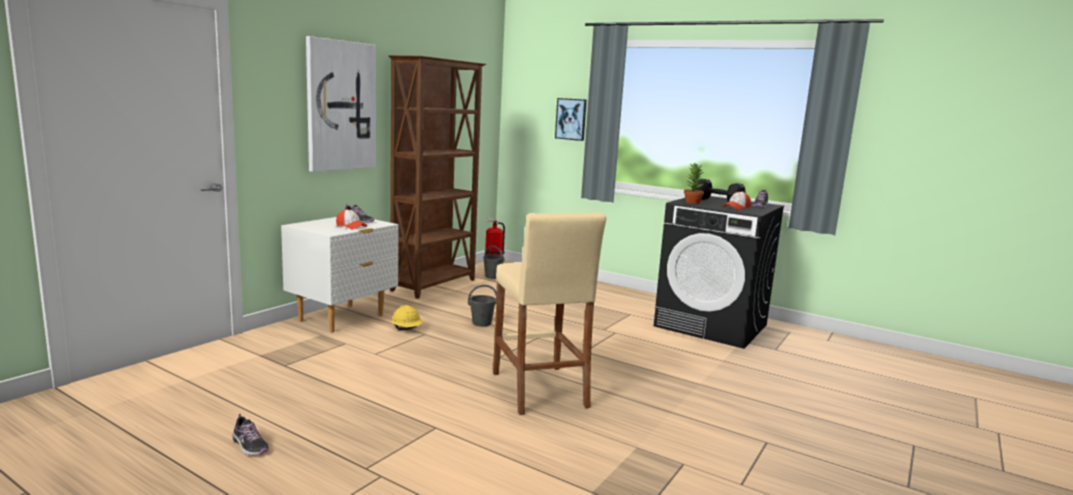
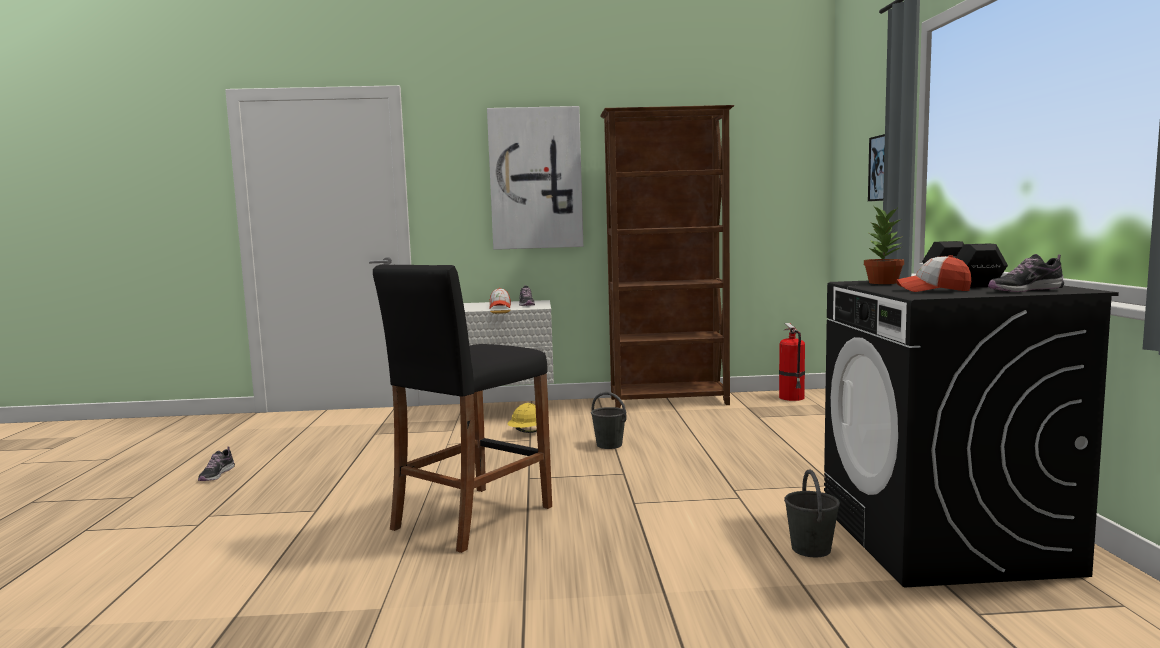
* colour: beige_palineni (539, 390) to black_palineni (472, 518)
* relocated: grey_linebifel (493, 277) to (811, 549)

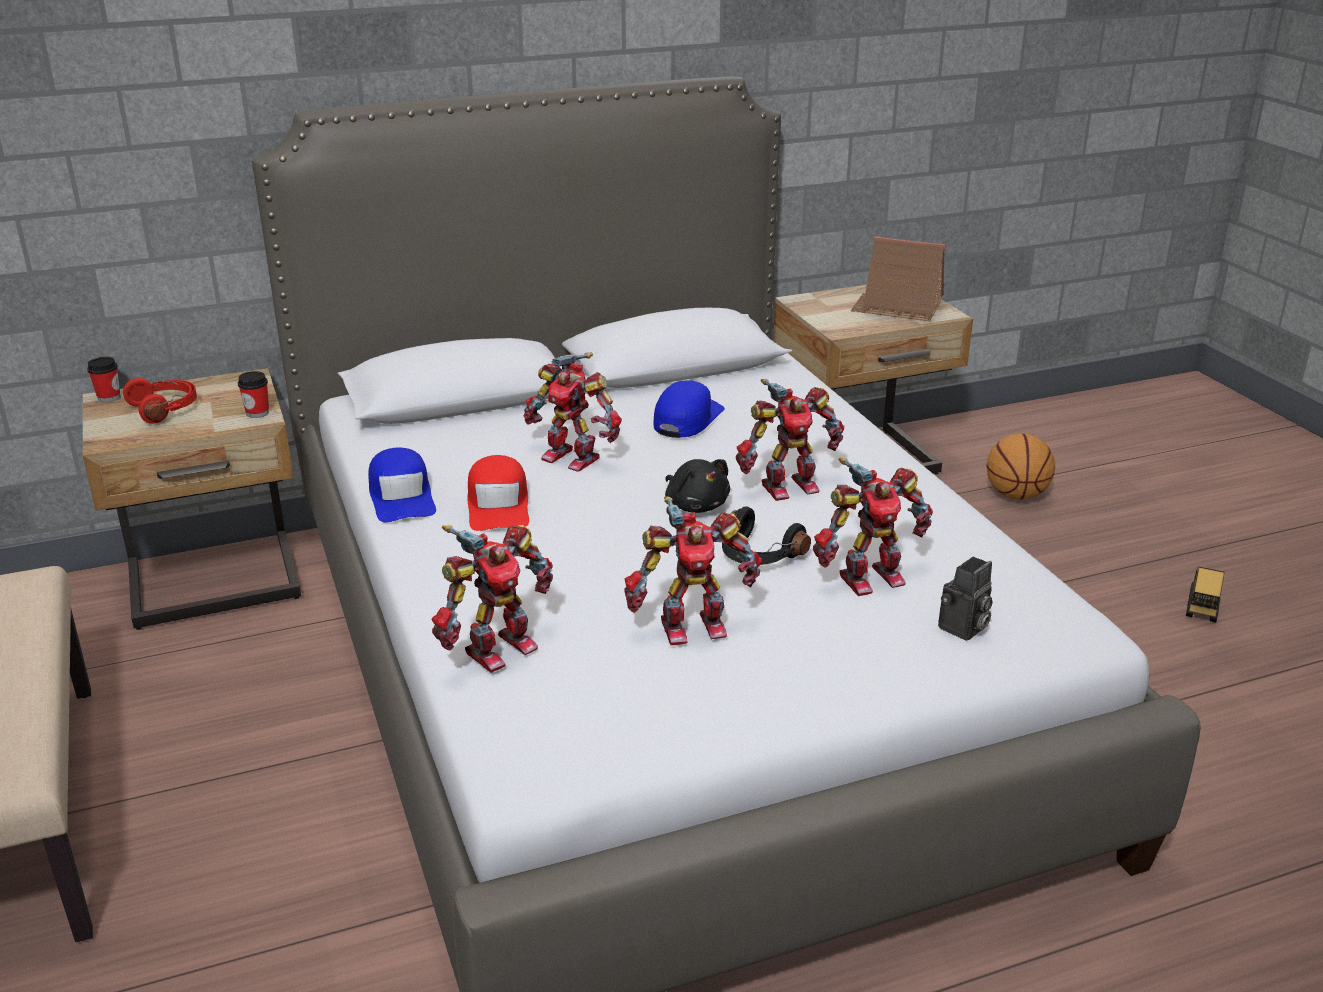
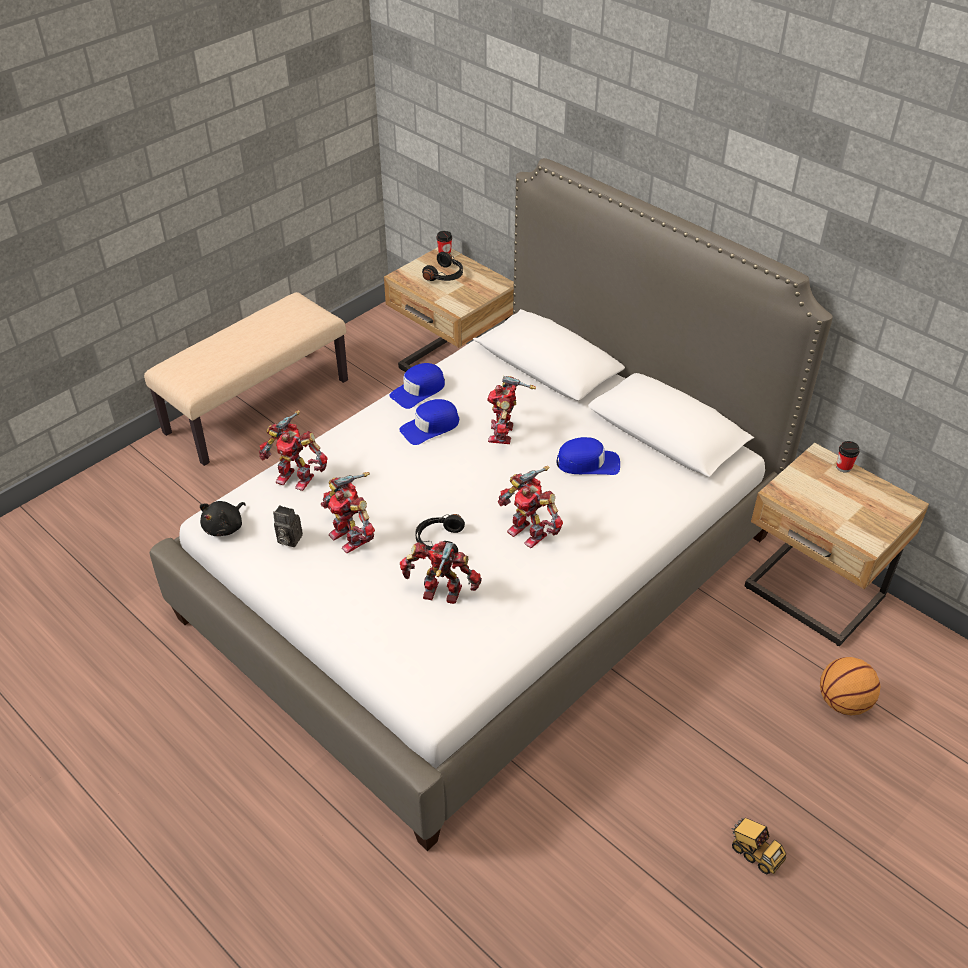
* missing: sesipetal (897, 308)
* relocated: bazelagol (257, 413) to (843, 467)
* colour: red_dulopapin (165, 409) to black_dulopapin (445, 275)
* colour: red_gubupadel (498, 505) to blue_gubupadel (430, 427)
* spun: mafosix (868, 577) = (442, 595) 150 degrees clockwise
* relocated: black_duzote (695, 505) to (225, 527)
* relocated: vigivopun (963, 629) to (288, 539)
* spun: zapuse (1202, 609) = (754, 853) 45 degrees clockwise

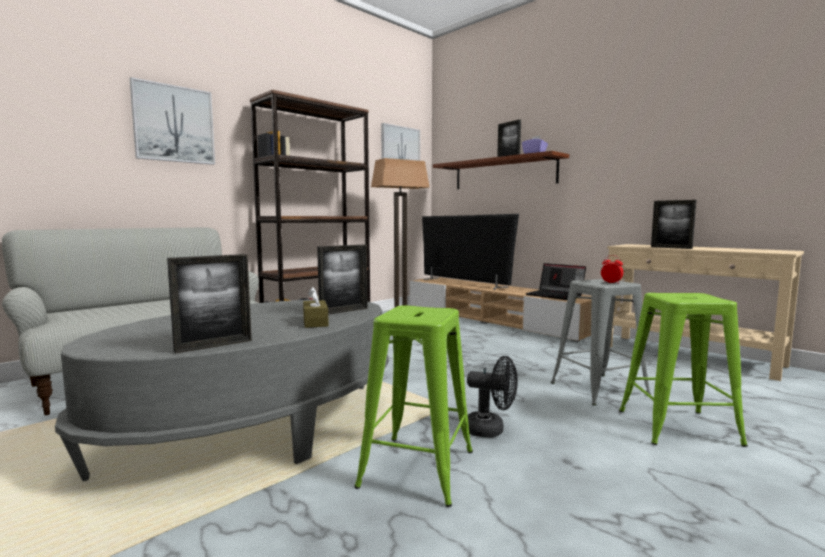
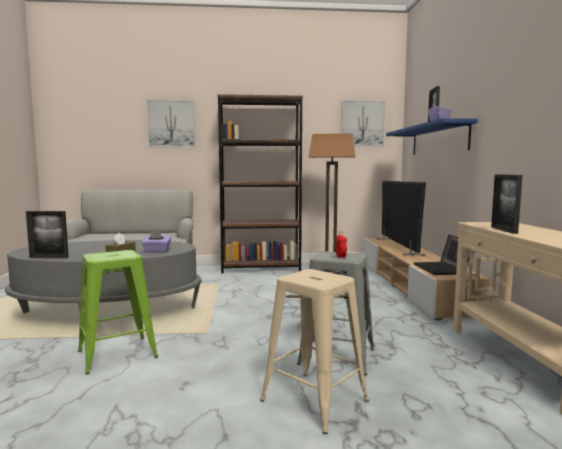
* colour: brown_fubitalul (503, 173) to blue_fubitalul (438, 140)
* exchanged: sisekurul (344, 311) to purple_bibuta (156, 251)
* colour: green_palineni (679, 427) to beige_palineni (314, 401)
* missing: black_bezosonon (490, 430)

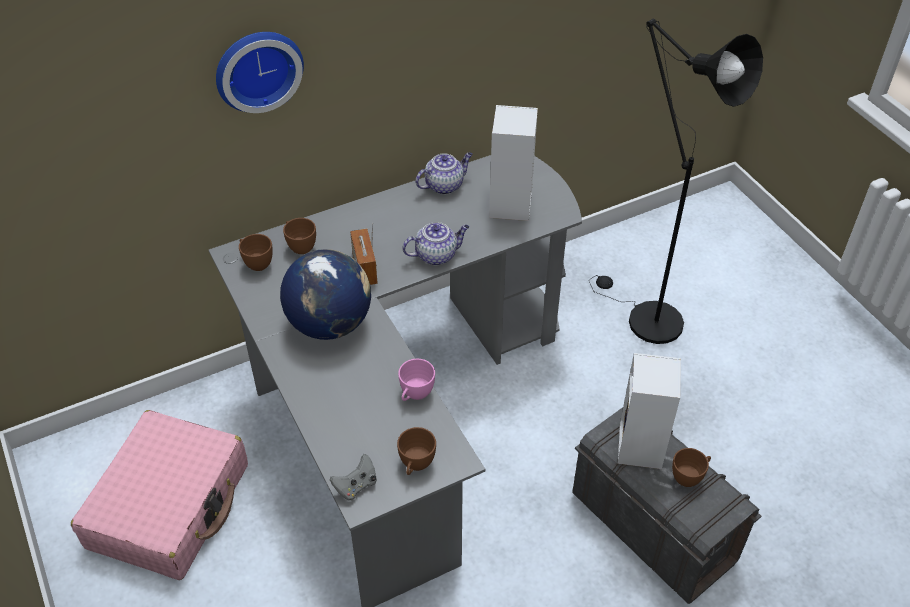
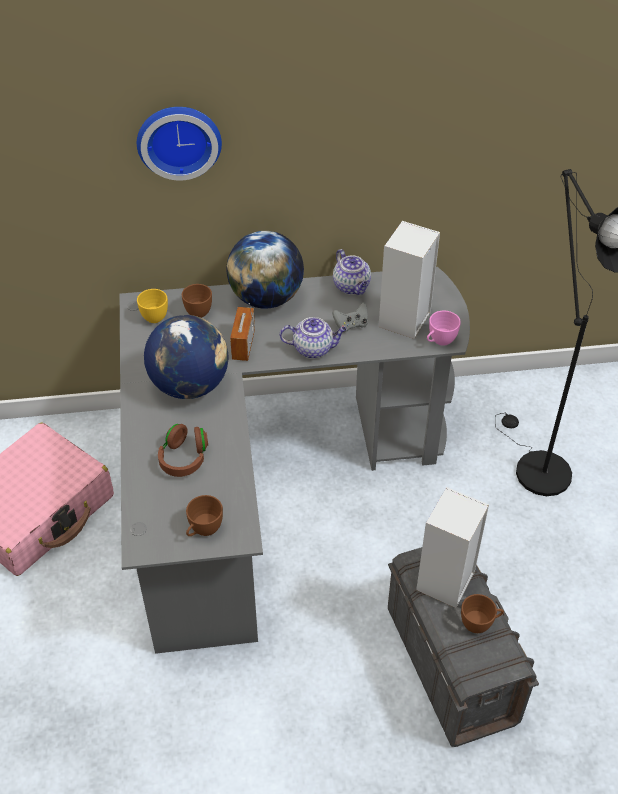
* spun: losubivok (444, 185) = (352, 287) 75 degrees clockwise
* colour: brown_bazelagol (256, 262) to yellow_bazelagol (153, 315)
* relocated: pink_bazelagol (415, 395) to (439, 341)
* relocated: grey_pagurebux (356, 486) to (351, 325)
* appeared: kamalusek (266, 298)
* appeared: brown_dulopapin (184, 459)

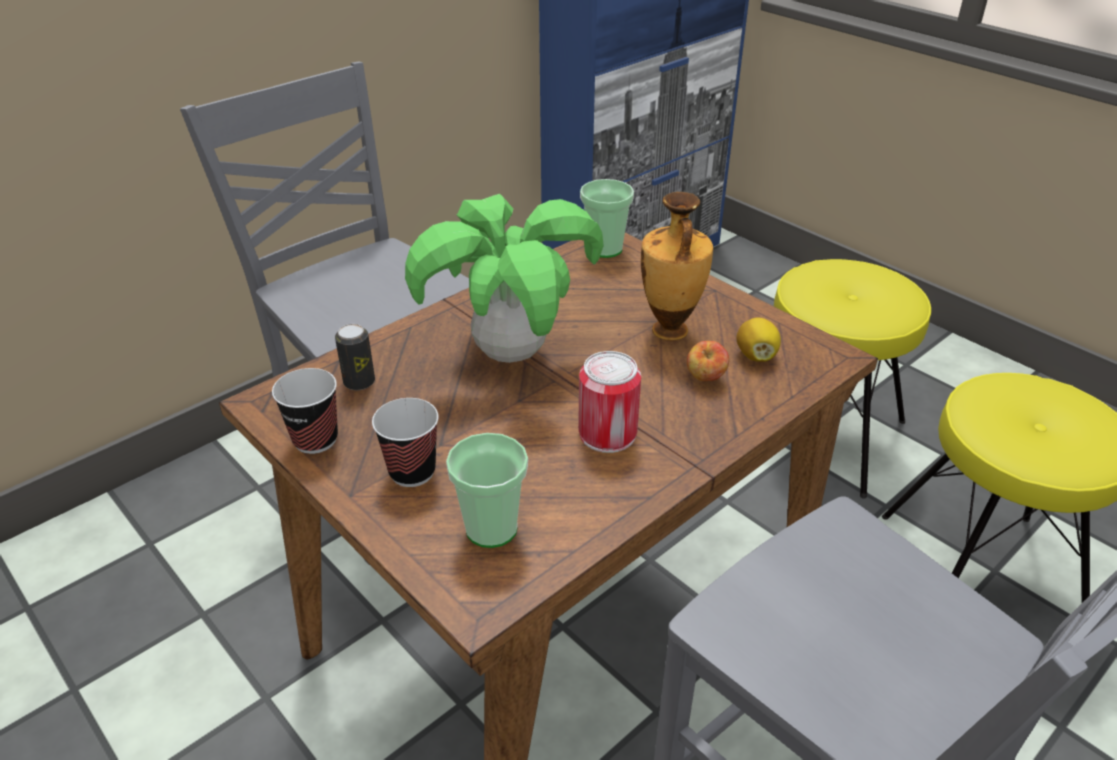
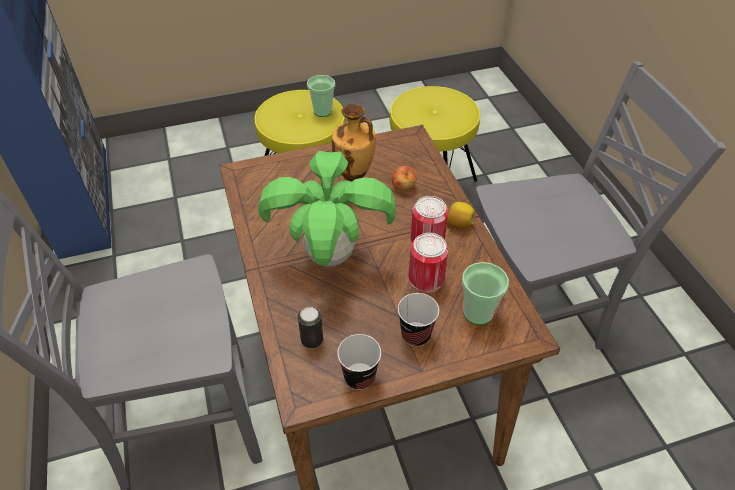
* relocated: bazelagol (605, 249) to (322, 111)
* relocated: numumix (756, 355) to (459, 223)
* appeared: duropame (426, 279)

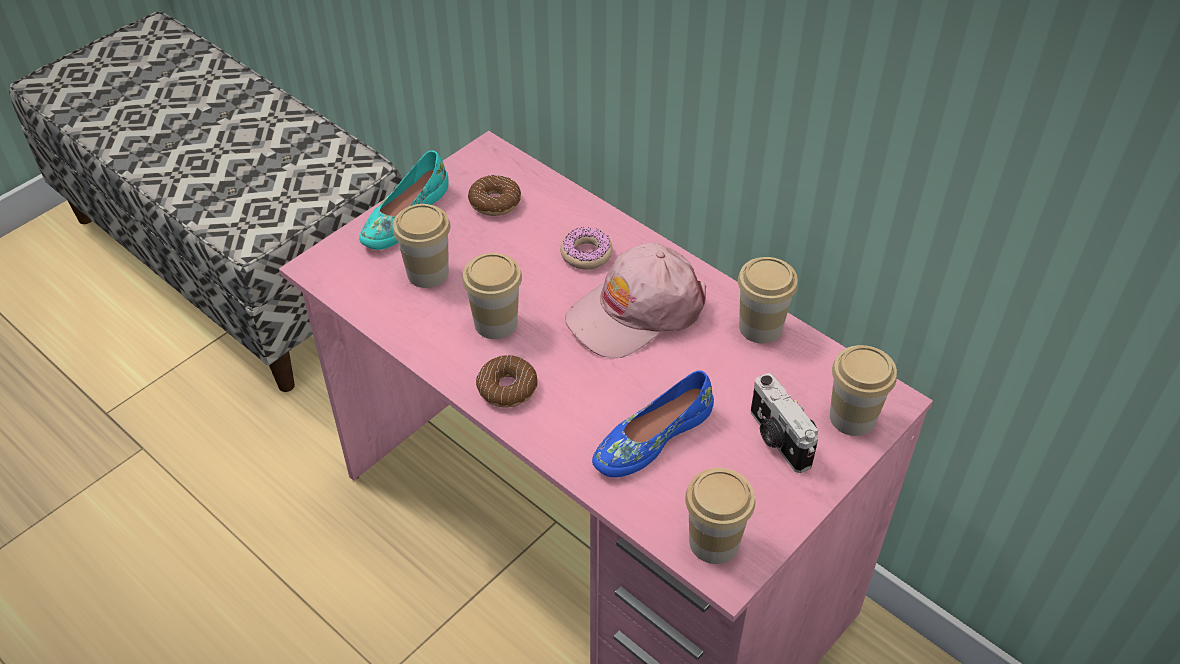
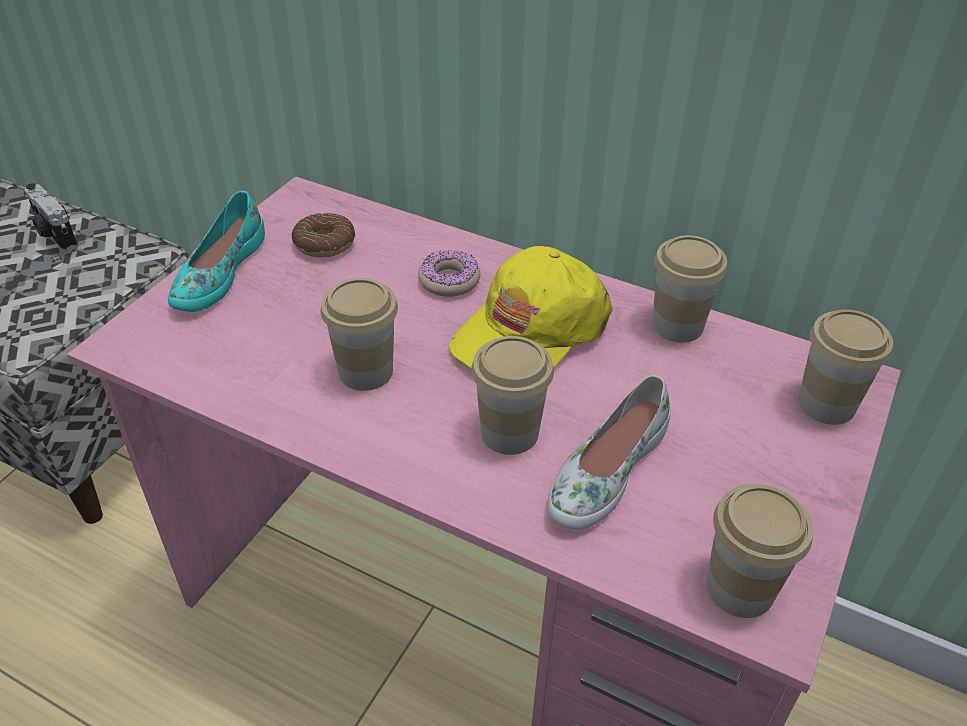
* relocated: bazelagol (428, 273) to (509, 432)
* colour: pink_gubupadel (635, 311) to yellow_gubupadel (529, 332)
* missing: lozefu (507, 388)
* colour: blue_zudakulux (651, 437) to white_zudakulux (605, 470)
* relocated: vigivopun (777, 439) to (55, 235)

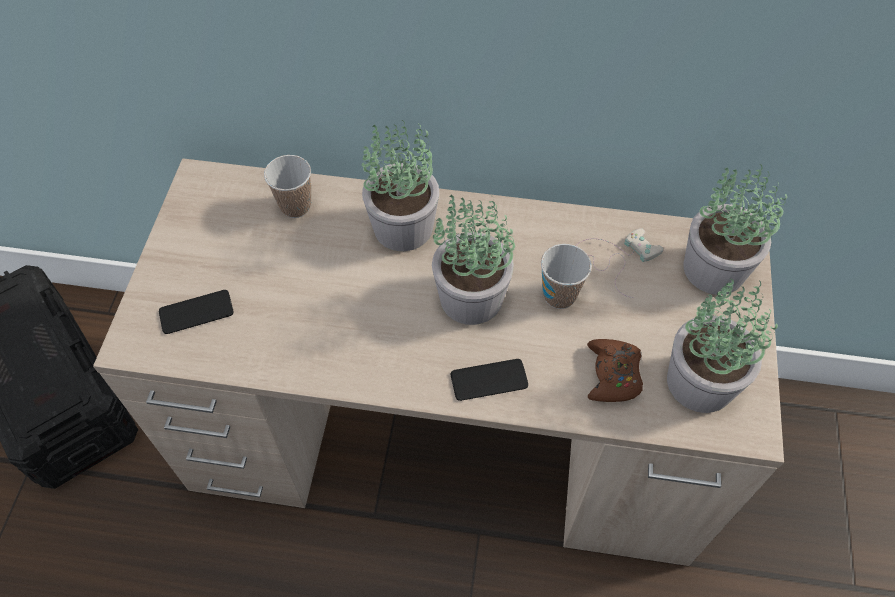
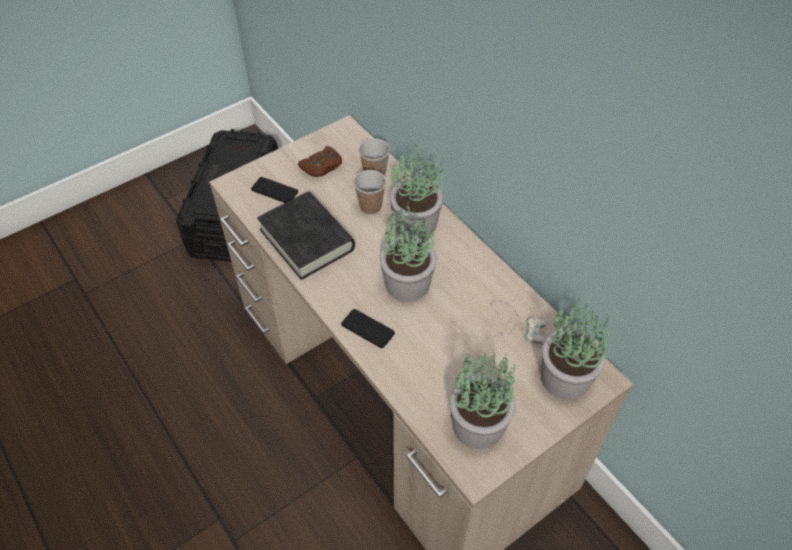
* relocated: bazelagol (559, 295) to (370, 206)
* relocated: brown_pagurebux (612, 375) to (322, 166)
* appeared: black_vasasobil (306, 240)

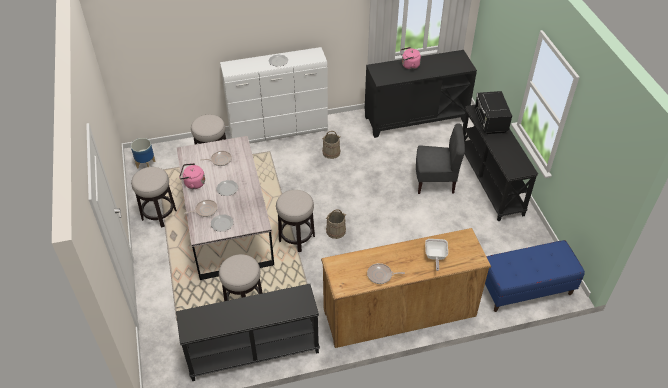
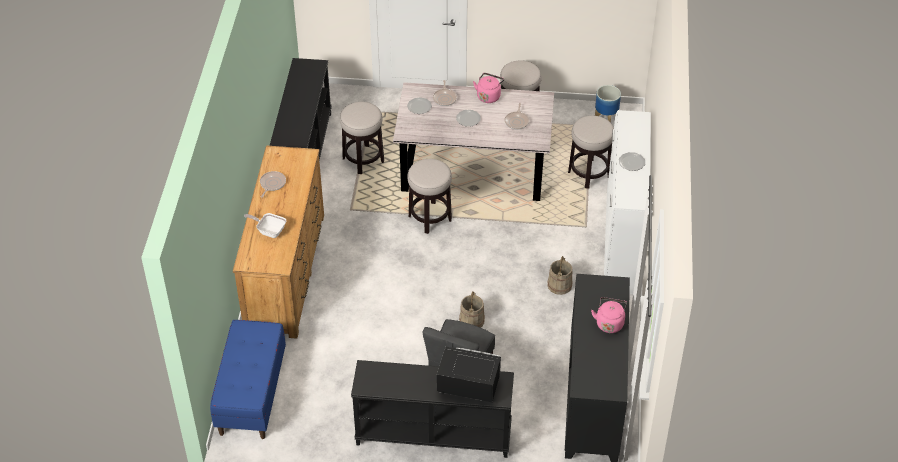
* relocated: beige_linebifel (336, 231) to (471, 320)

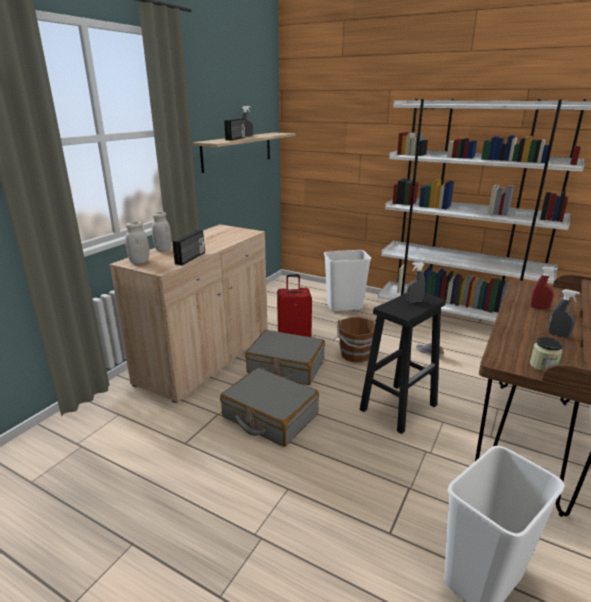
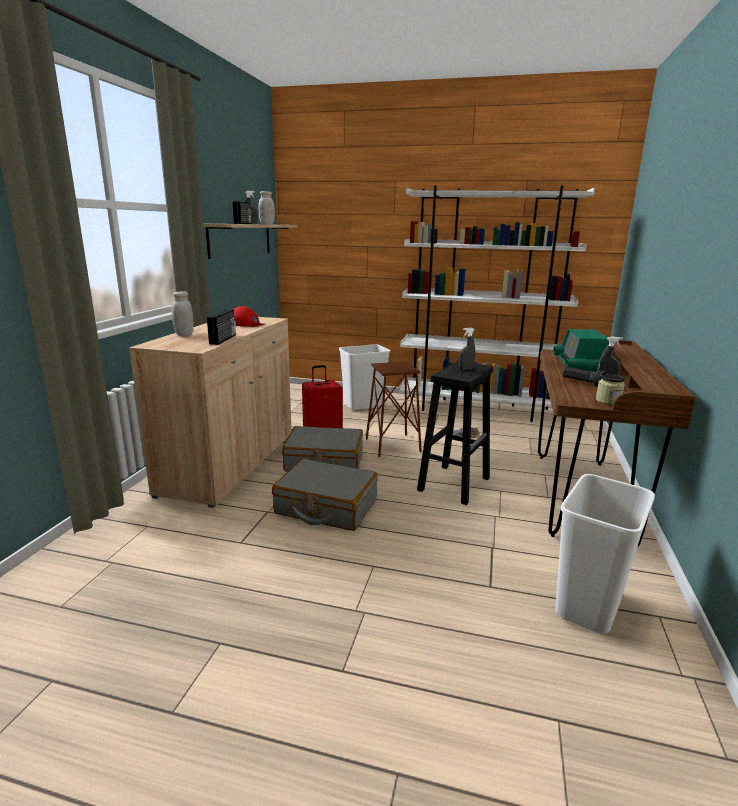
* relocated: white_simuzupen (139, 261) to (267, 224)
* exchanged: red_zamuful (539, 308) to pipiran (578, 365)
* exchanged: brown_linebifel (356, 355) to brown_palineni (393, 445)
* appeared: red_gubupadel (246, 324)
* appeared: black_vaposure (582, 382)

